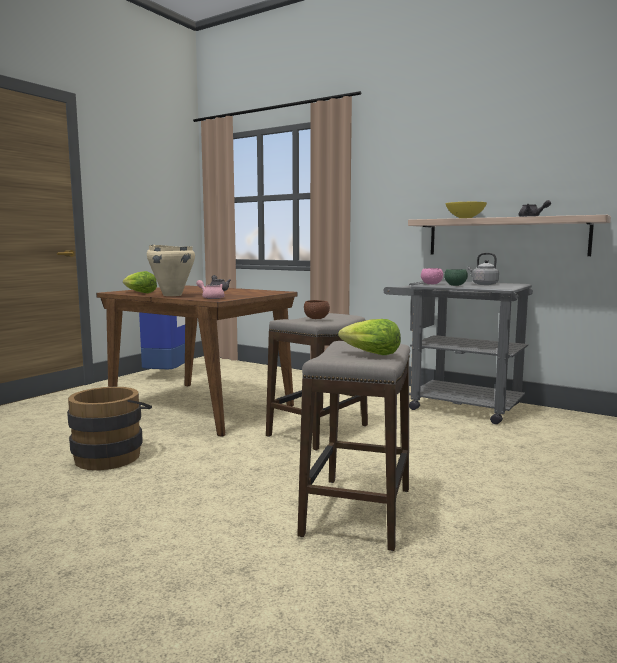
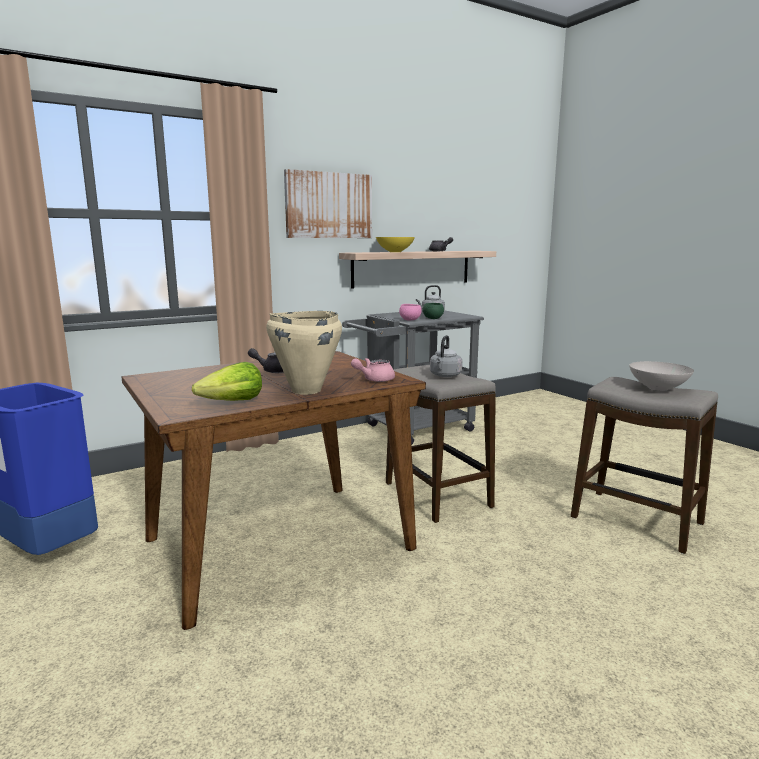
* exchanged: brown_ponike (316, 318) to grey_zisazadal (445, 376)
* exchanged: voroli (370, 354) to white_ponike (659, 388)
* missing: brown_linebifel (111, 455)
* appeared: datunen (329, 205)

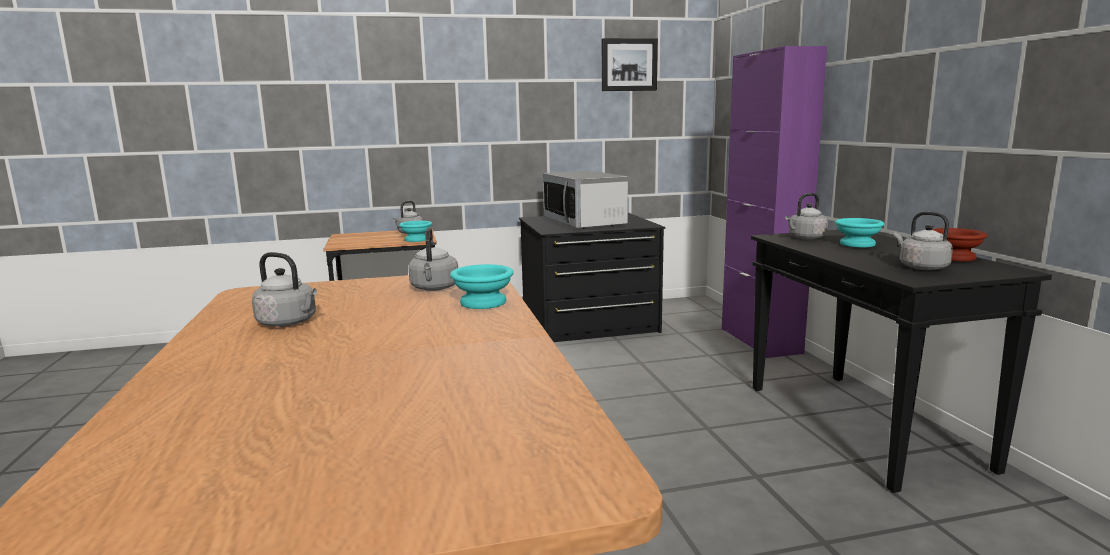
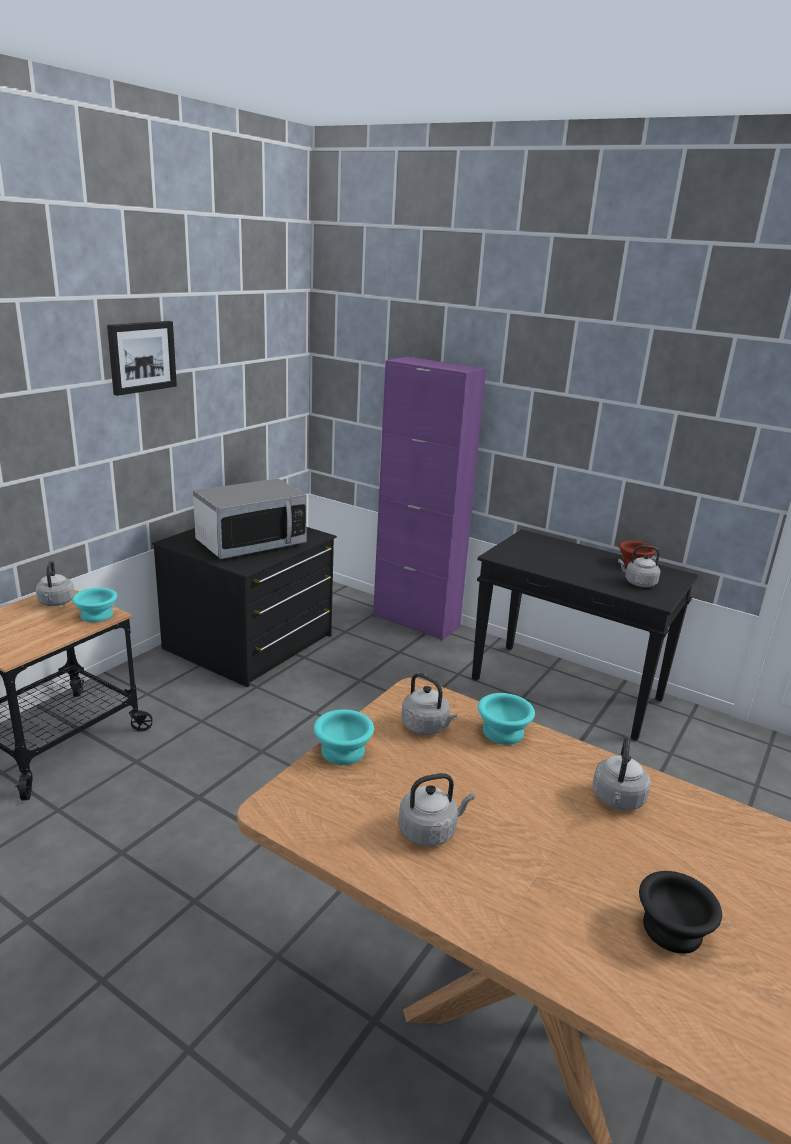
* relocated: datunen (628, 65) to (141, 357)
* spun: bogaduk (584, 223) = (251, 543) 60 degrees counterclockwise
* relocated: grey_zisazadal (805, 238) to (617, 800)
* relocated: turquoise_ponike (856, 244) to (341, 751)
* appeared: black_ponike (672, 928)

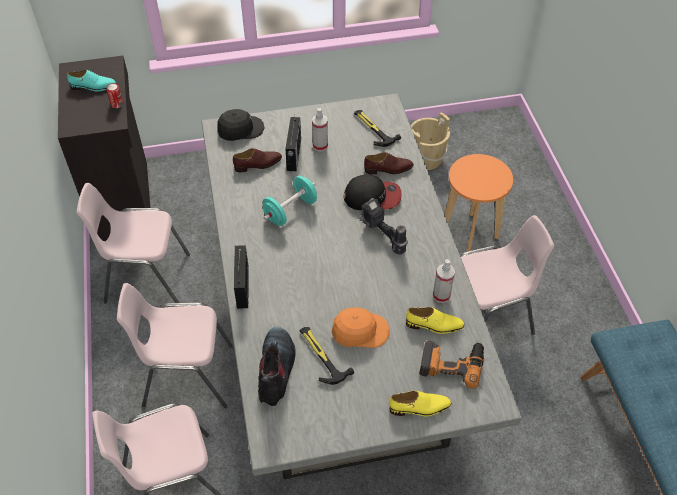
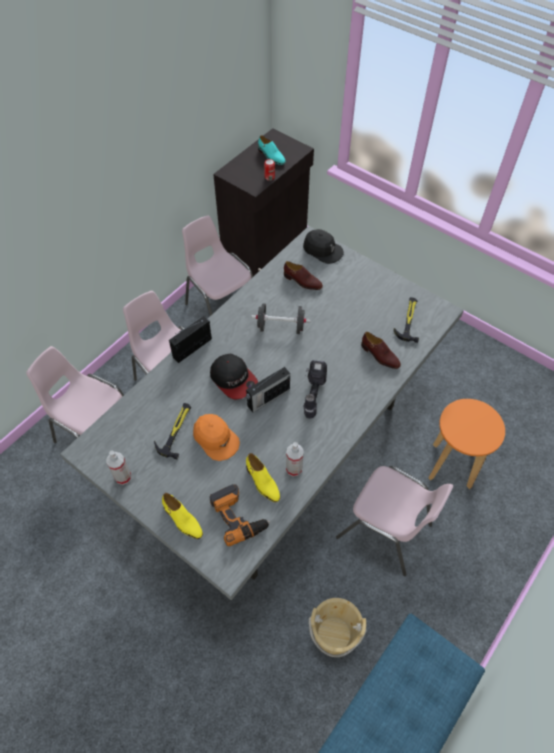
* relocated: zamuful (320, 146) to (123, 477)
* relocated: beige_linebifel (426, 159) to (333, 634)
* relocated: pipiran (293, 155) to (267, 398)
* relocated: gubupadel (372, 197) to (234, 379)
* colour: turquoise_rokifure (290, 211) to black_rokifure (280, 327)
* missing: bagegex (276, 370)

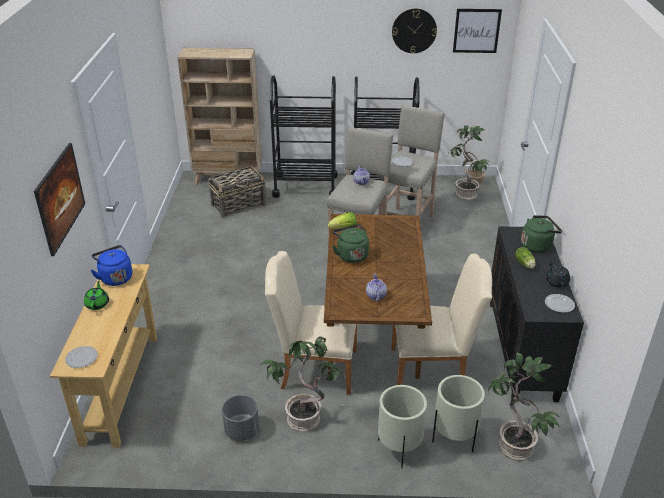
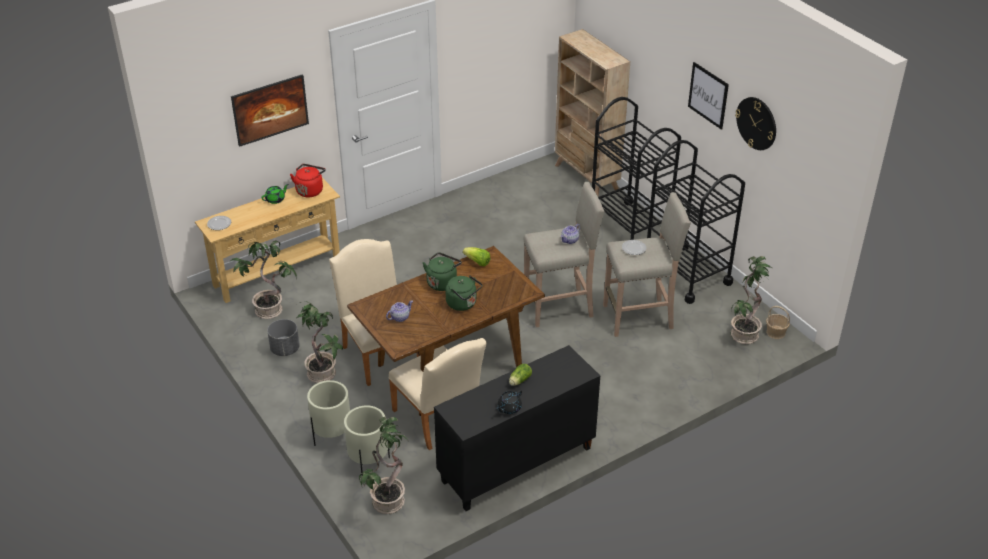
* relocated: datunen (476, 30) to (708, 95)
* missing: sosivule (239, 205)
* relocated: green_zisazadal (537, 246) to (463, 304)
* colour: blue_zisazadal (115, 277) to red_zisazadal (310, 190)
* missing: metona (559, 304)
* appeared: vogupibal (269, 309)

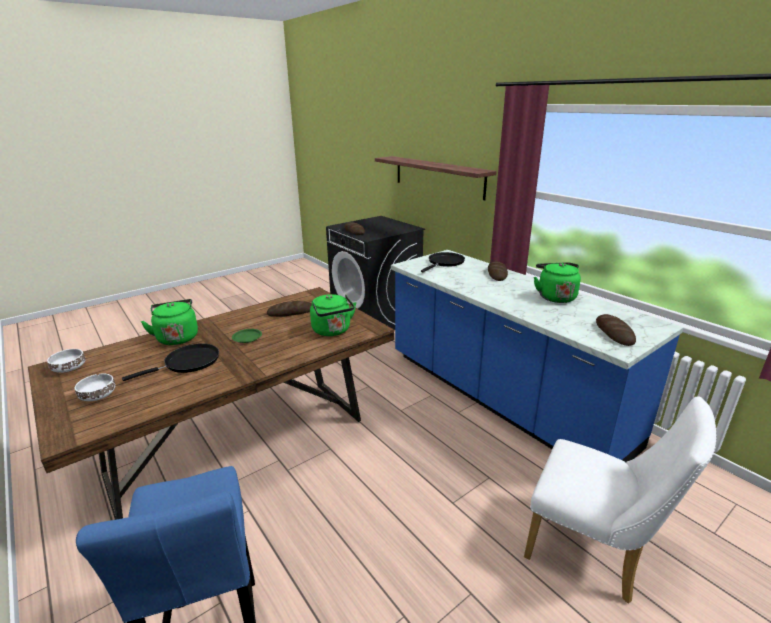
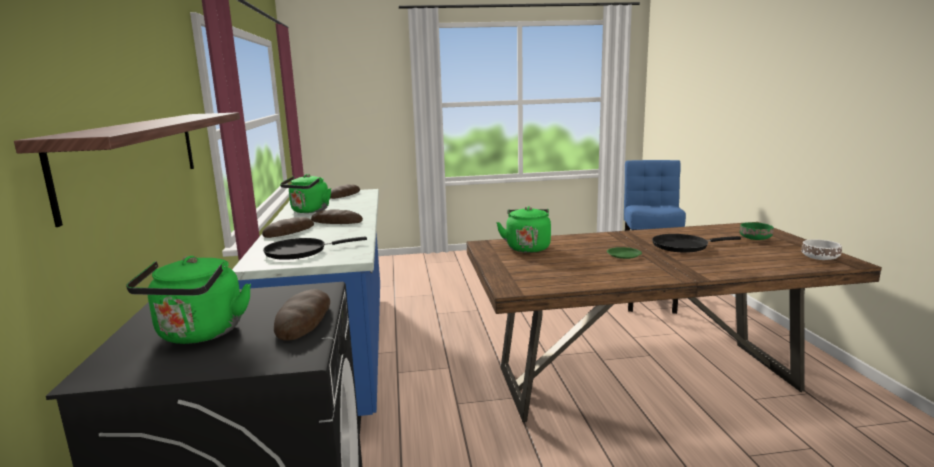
* relocated: green_zisazadal (177, 337) to (199, 334)
* relocated: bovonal (290, 312) to (337, 222)
* colour: white_ponike (97, 396) to green_ponike (755, 239)
* missing: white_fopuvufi (593, 551)

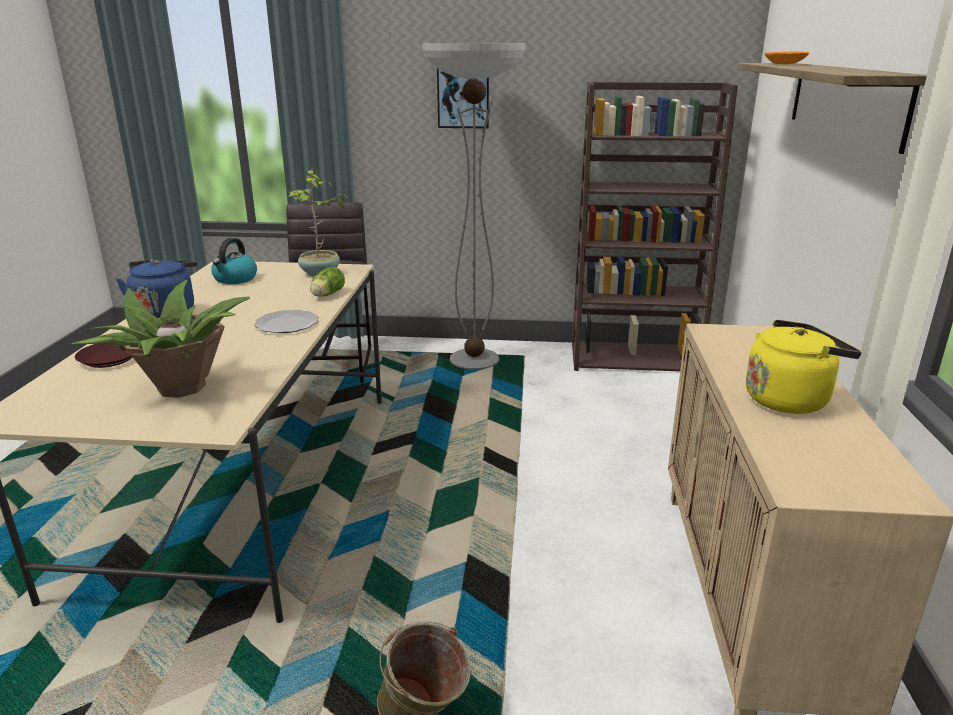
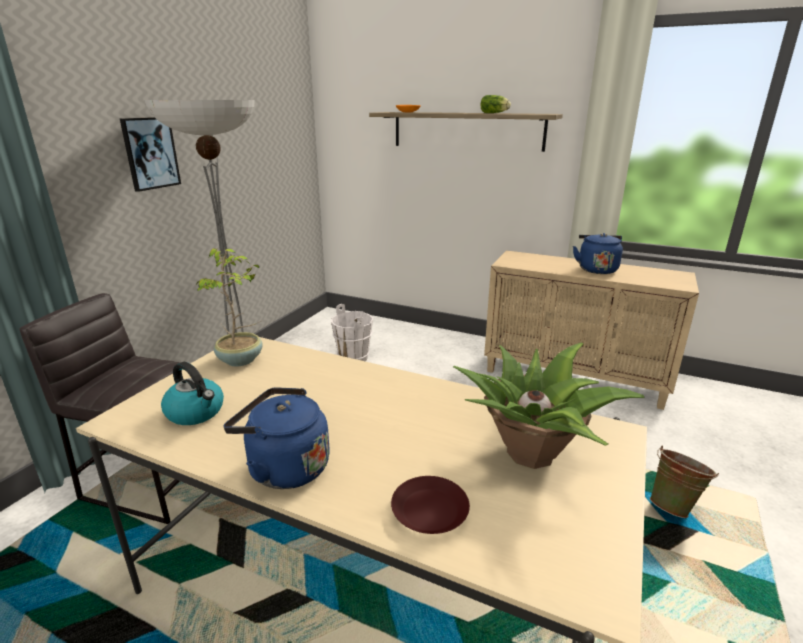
* missing: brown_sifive (635, 359)
* relocated: voroli (326, 295) to (495, 113)
* missing: metona (286, 325)
* colour: yellow_zisazadal (789, 399) to blue_zisazadal (596, 269)
* appeared: white_linebifel (354, 358)

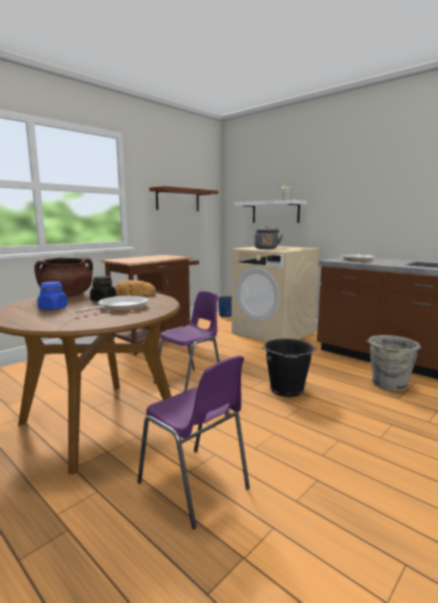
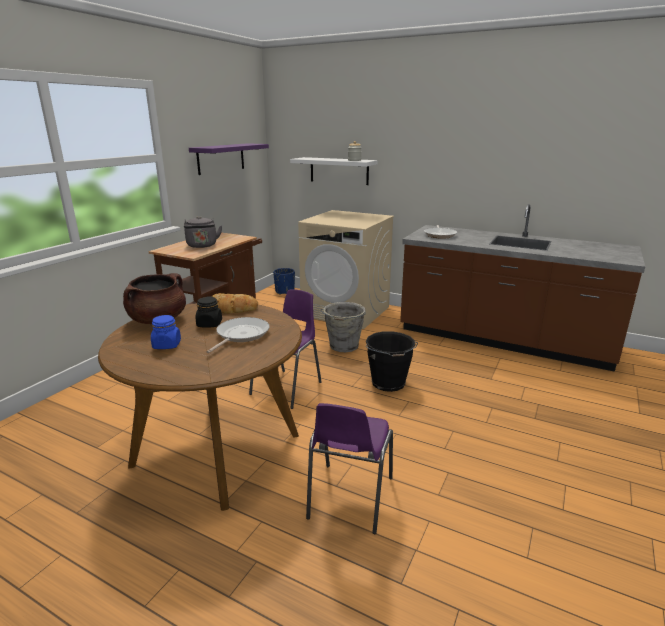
* colour: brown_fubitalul (178, 200) to purple_fubitalul (221, 158)
* relocated: grey_zisazadal (266, 249) to (202, 246)
* relocated: grey_linebifel (389, 384) to (343, 346)
* spun: purple_fopuvufi (195, 487) = (349, 499) 75 degrees clockwise

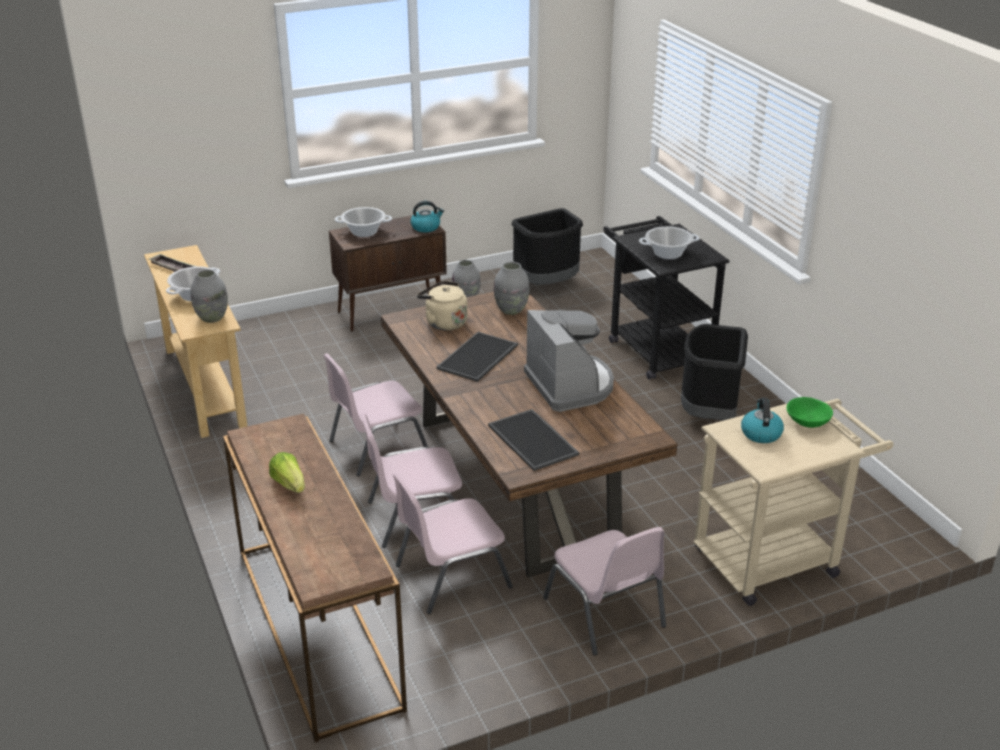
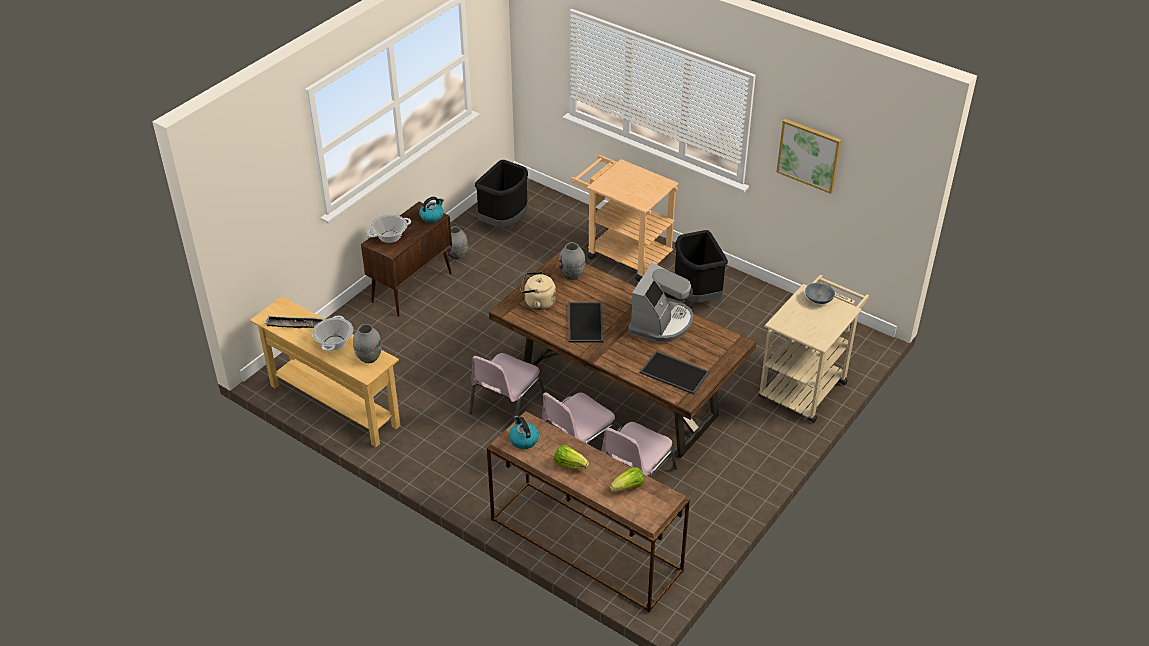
* colour: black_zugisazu (655, 348) to beige_zugisazu (622, 253)
* missing: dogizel (668, 253)
* spun: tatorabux (570, 385) = (661, 323) 75 degrees clockwise
* colour: green_ponike (807, 421) to grey_ponike (818, 299)
* relocated: zisazadal (760, 433) to (523, 440)
* missing: pink_fopuvufi (605, 613)
* appeared: datunen (809, 155)
* appeared: voroli (628, 487)

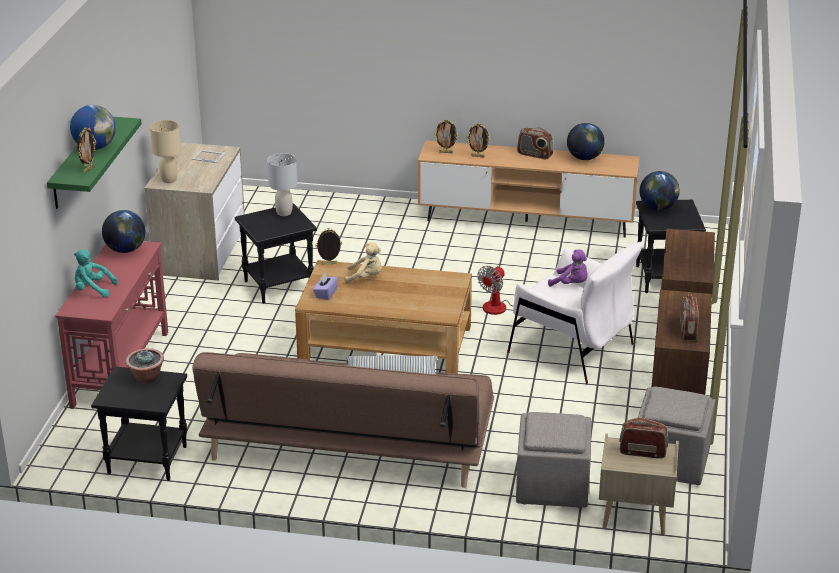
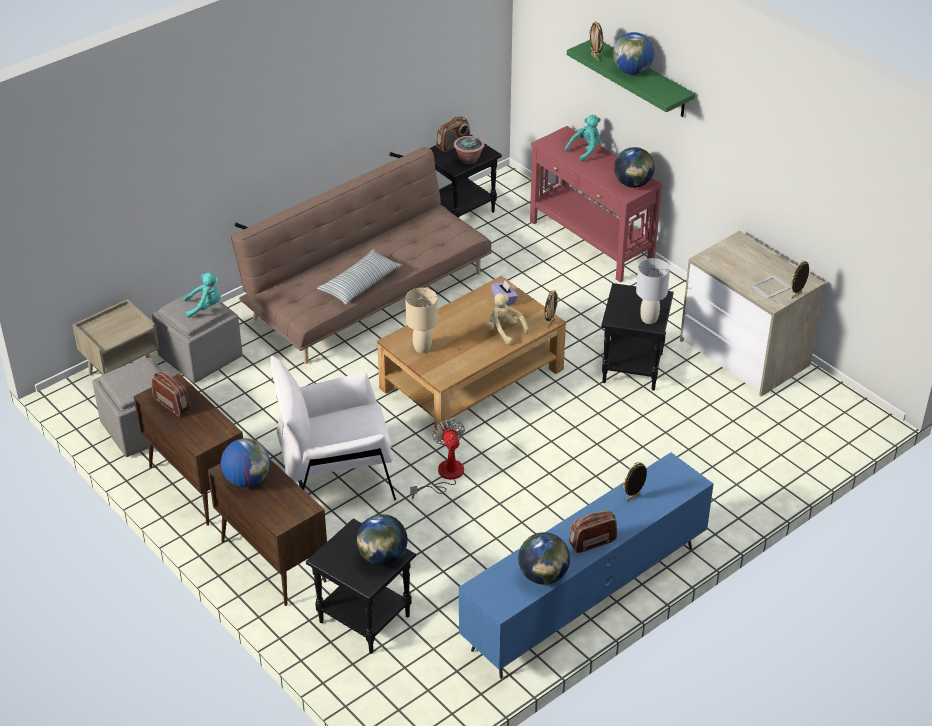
* relocated: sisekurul (446, 152) to (797, 295)
* relocated: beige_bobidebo (169, 180) to (422, 348)
* colour: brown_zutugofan (526, 221) to blue_zutugofan (585, 596)
* spun: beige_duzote (366, 278) = (504, 331) 90 degrees clockwise
* missing: purple_duzote (571, 284)
* relocated: pipiran (642, 452) to (453, 145)
* appeared: turquoise_duzote (205, 307)
* appeared: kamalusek (247, 480)

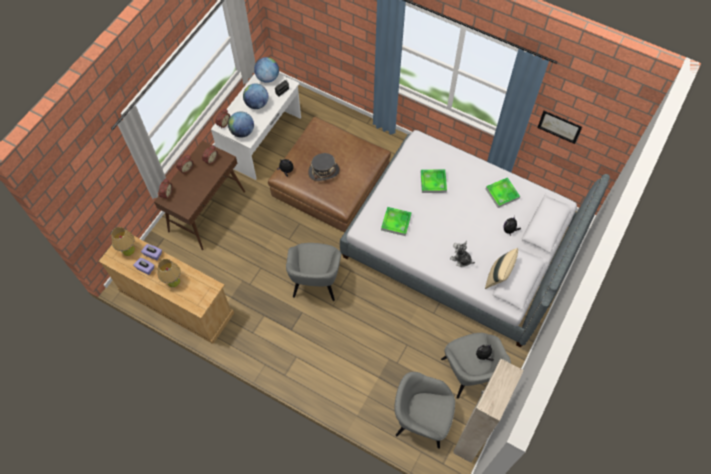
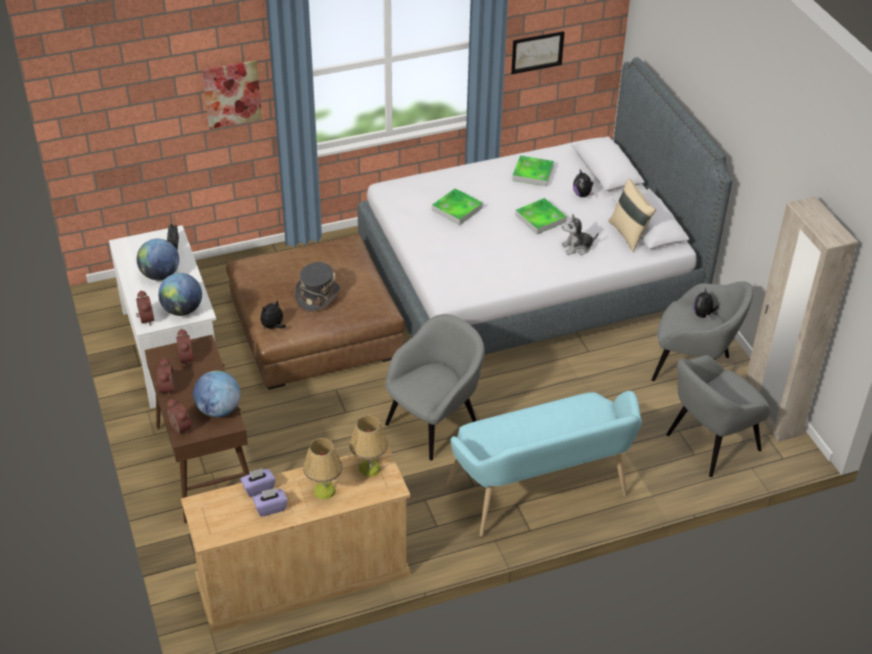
* relocated: kamalusek (267, 77) to (219, 410)
* relocated: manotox (396, 222) to (540, 218)
* relocated: bobidebo (128, 250) to (369, 468)
* spun: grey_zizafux (315, 282) = (434, 424) 90 degrees counterclockwise
* appeared: datunen (232, 93)
* appeared: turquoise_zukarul (542, 495)

